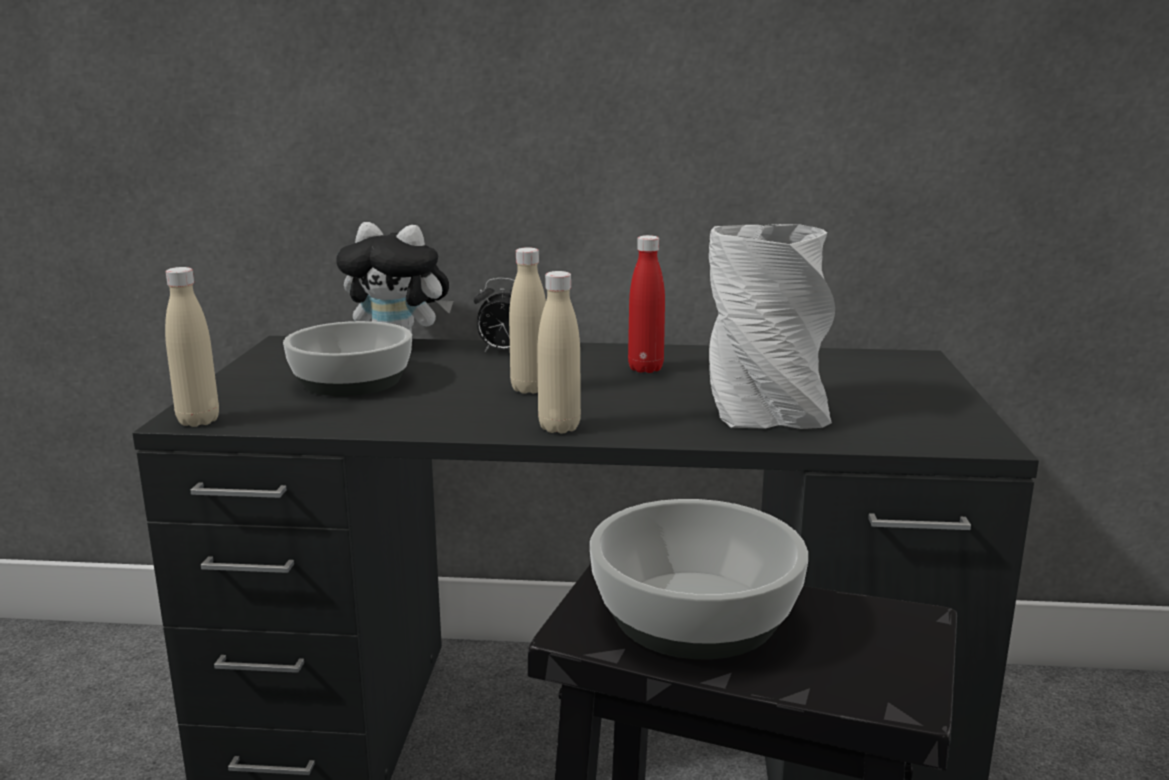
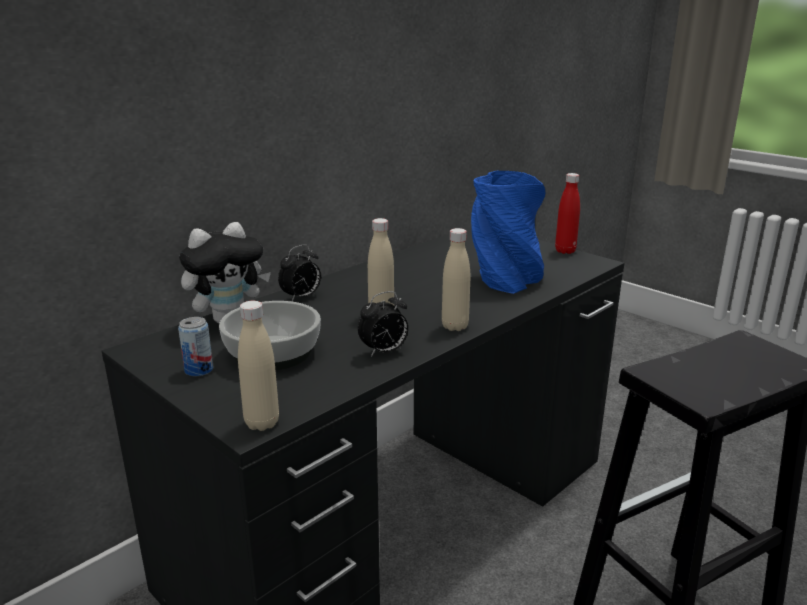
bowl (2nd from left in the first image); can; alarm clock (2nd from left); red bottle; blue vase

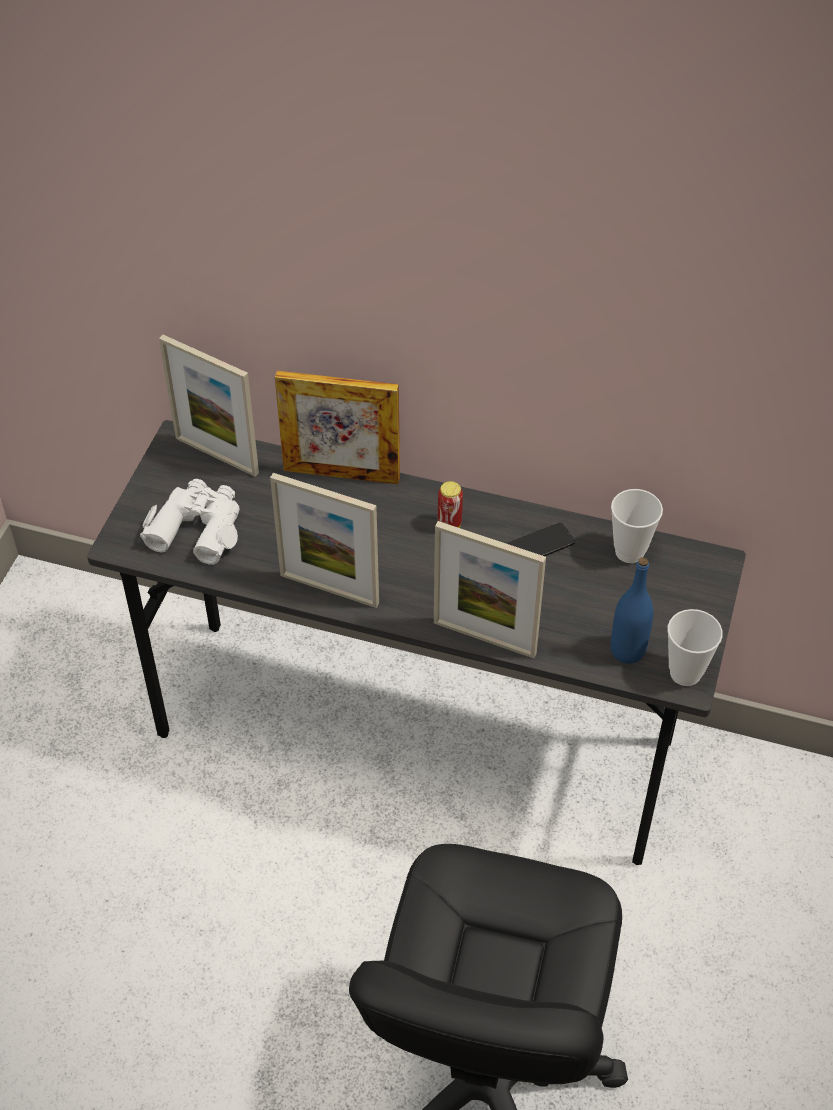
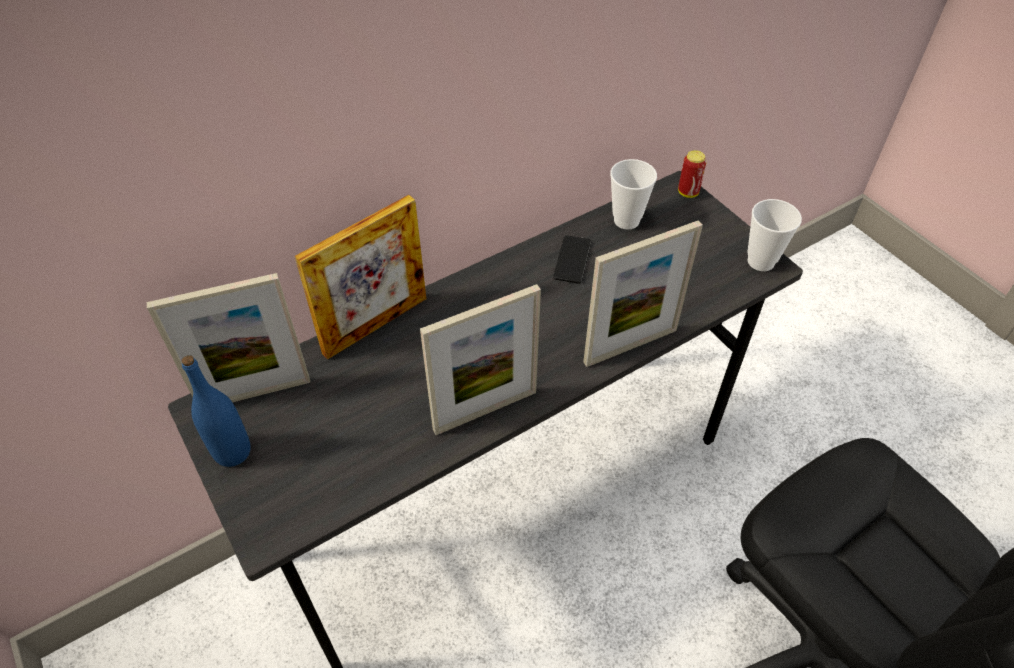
white binoculars; can; blue bottle

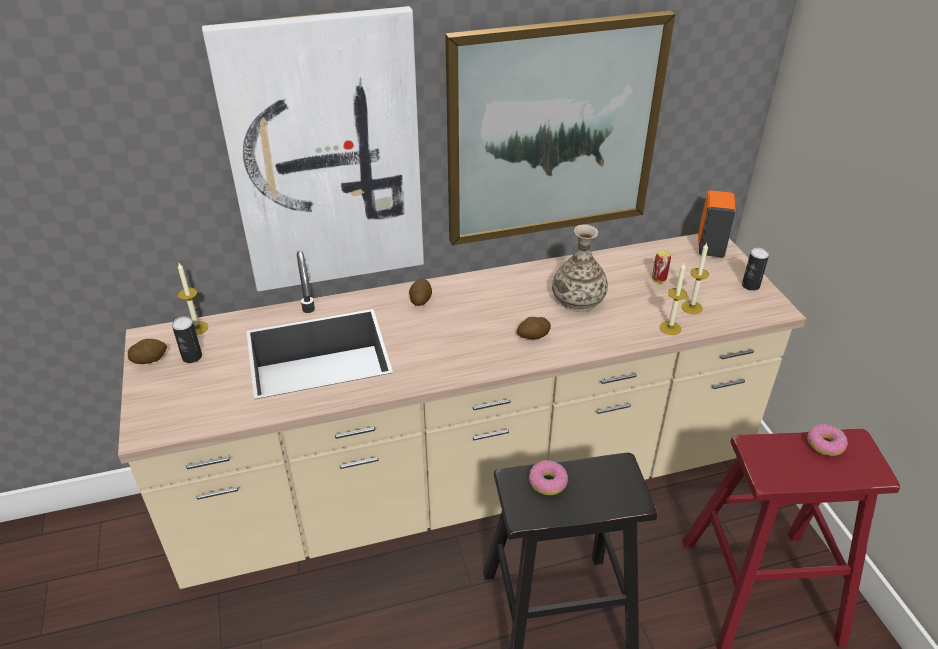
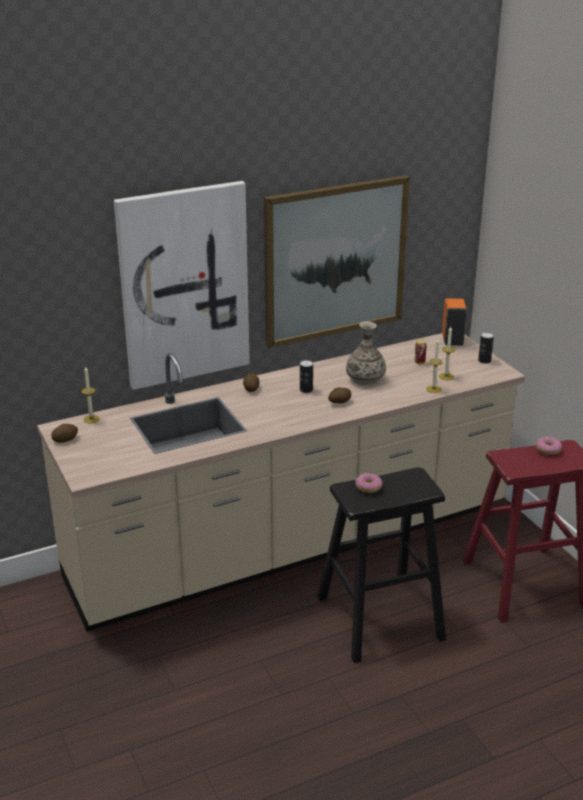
can (1st from left)

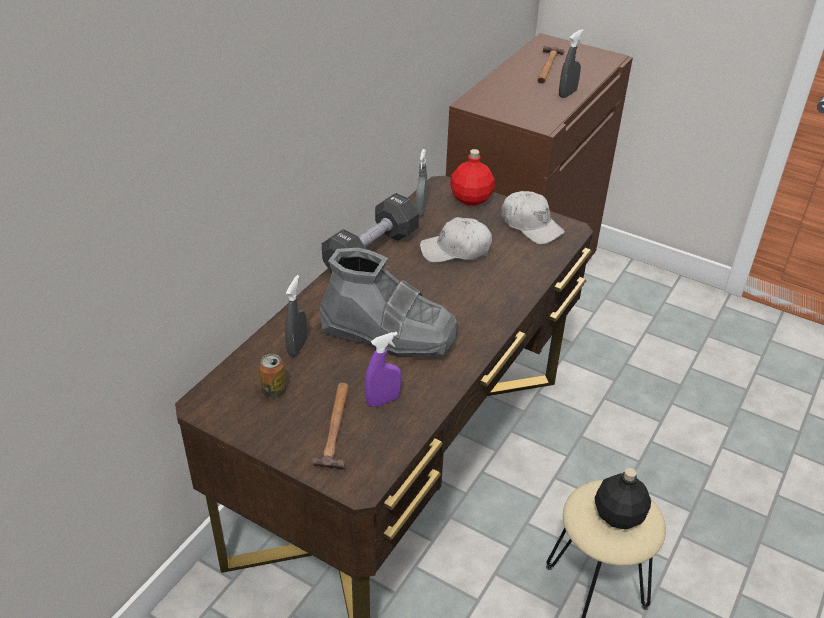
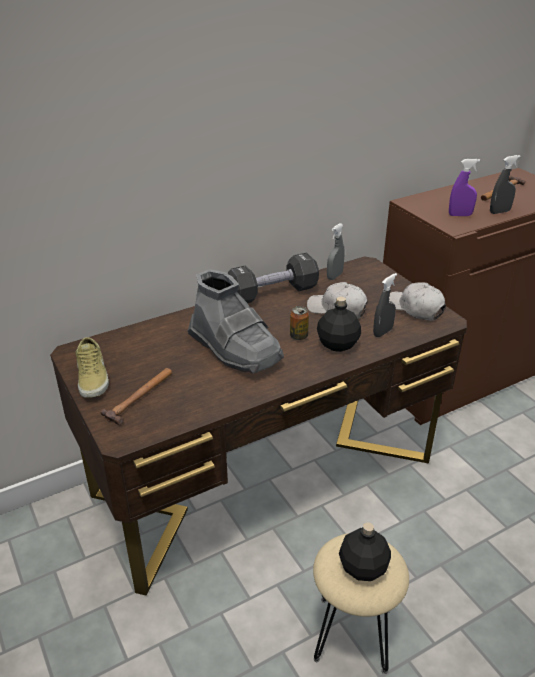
red bottle; beige shoe; black bottle (1st from left); can; grey spray bottle (2nd from left); purple spray bottle; white cap (2nd from left)

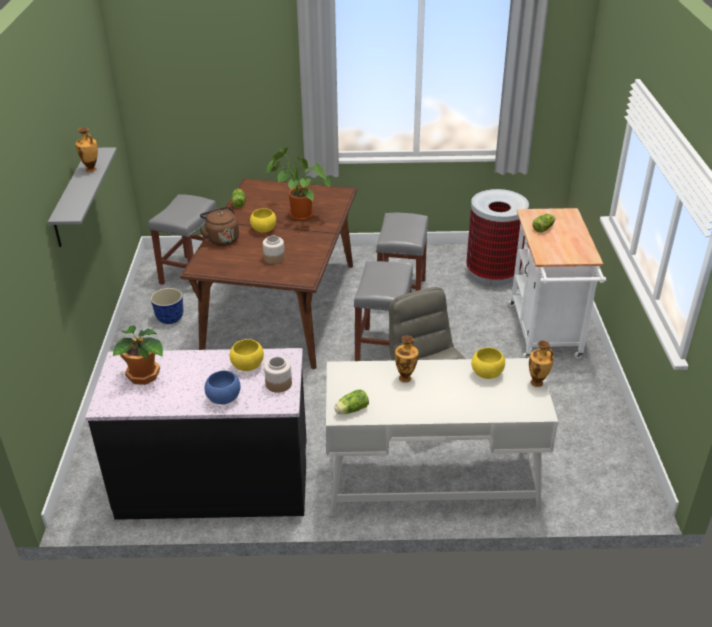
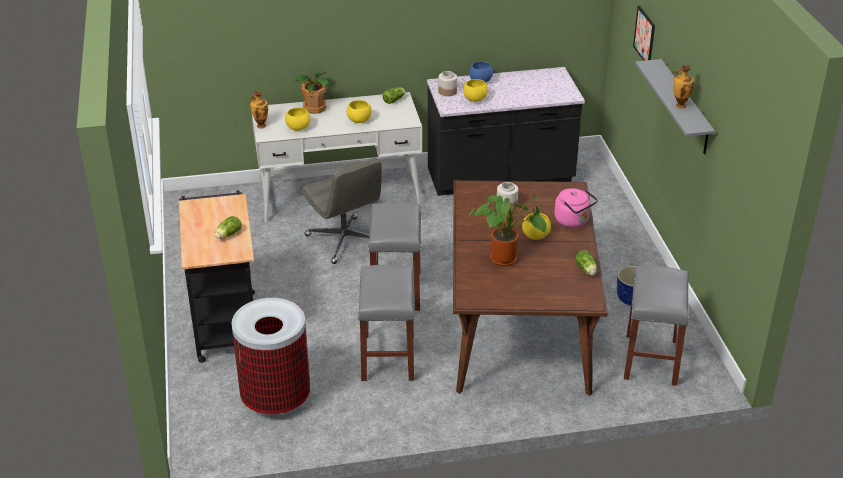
picture; potted plant (1st from left); yellow bowl (2nd from left); pink kettle; black cart

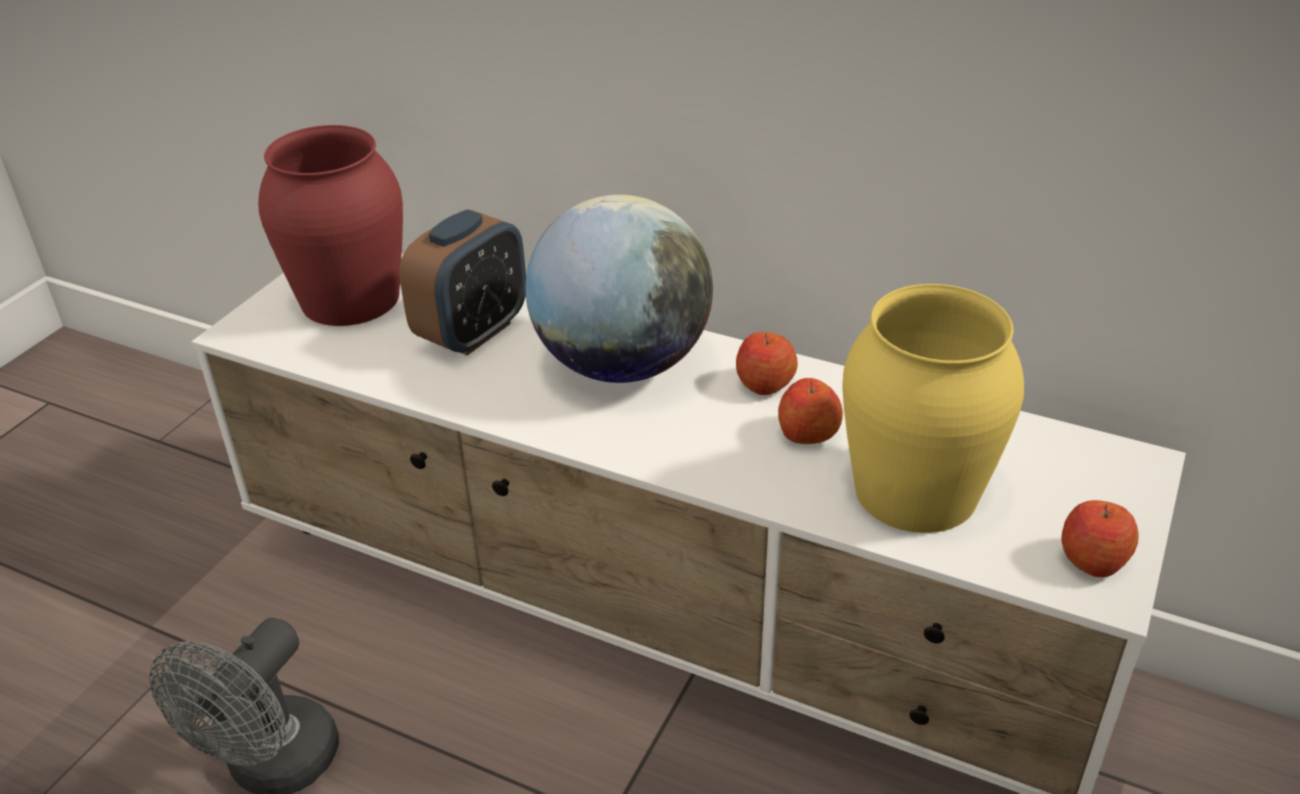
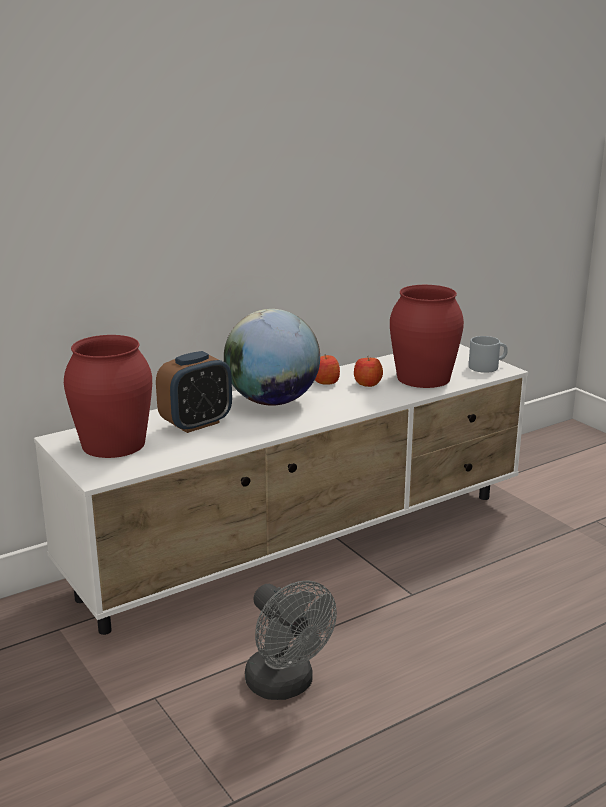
grey mug; red vase (2nd from left); alarm clock

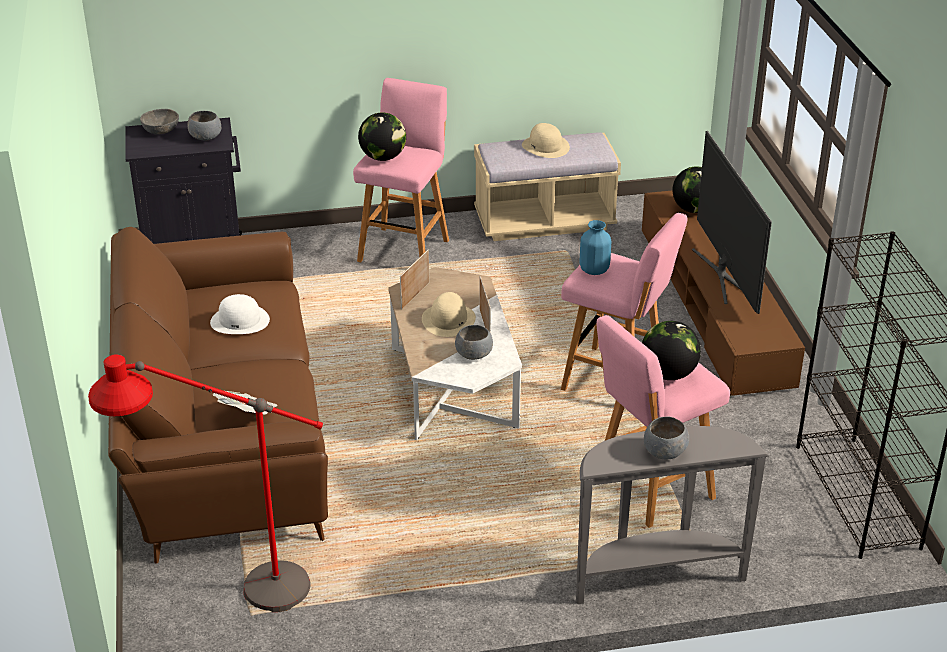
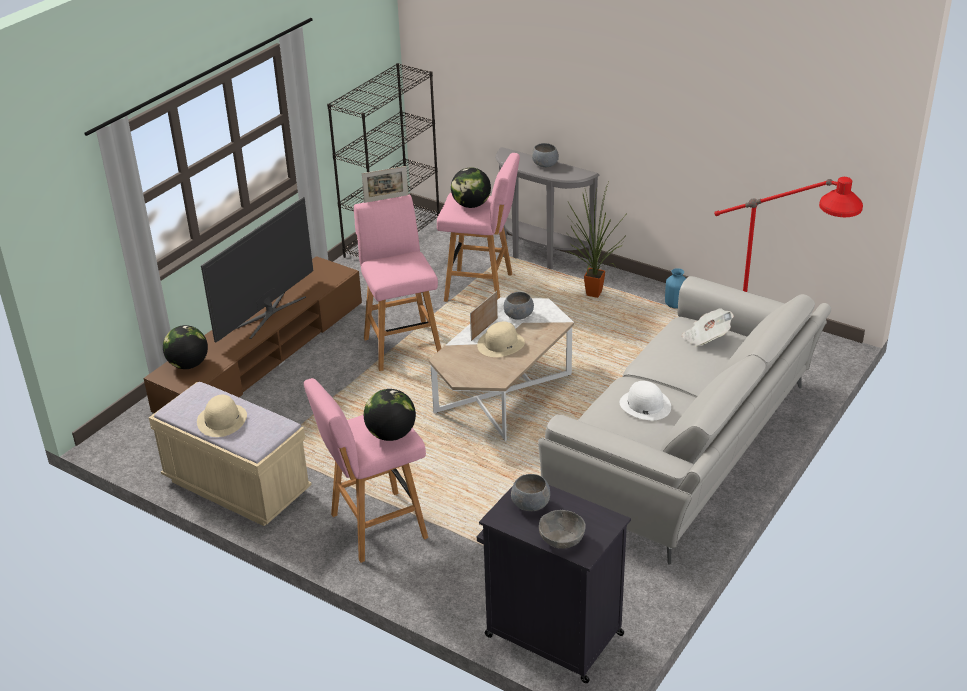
potted plant; picture frame (1st from left); blue vase; grey sofa

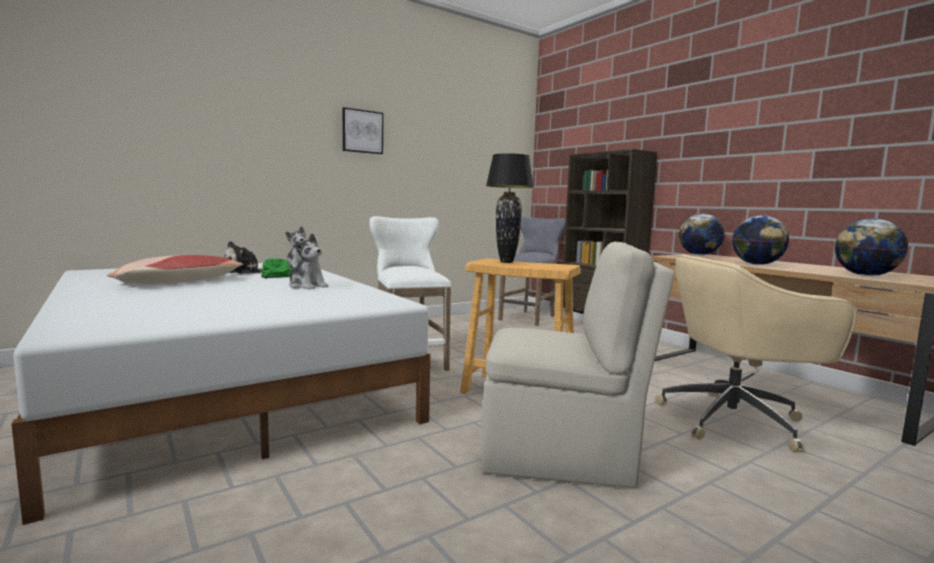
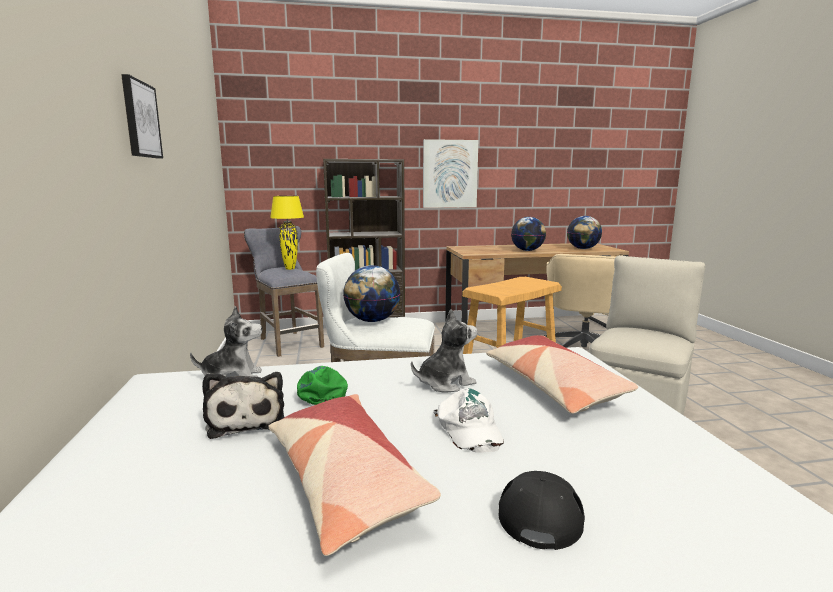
black table lamp; yellow table lamp; picture (2nd from left); white cap; pillow (2nd from left); black cap; globe (1st from left)

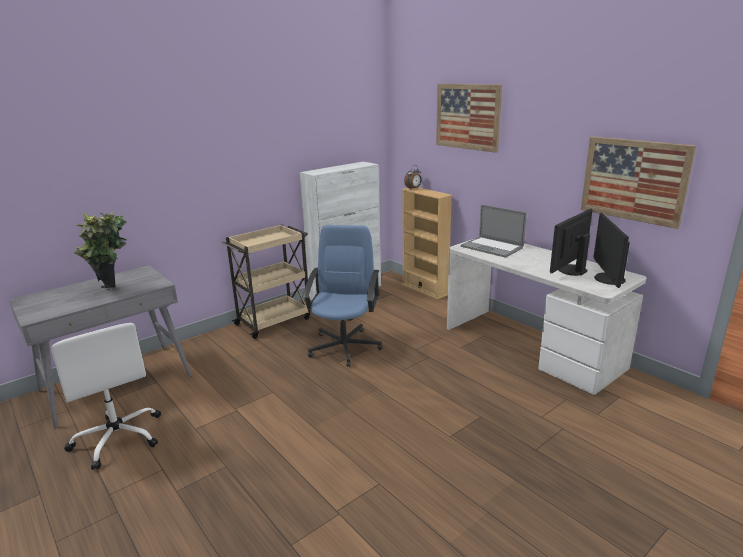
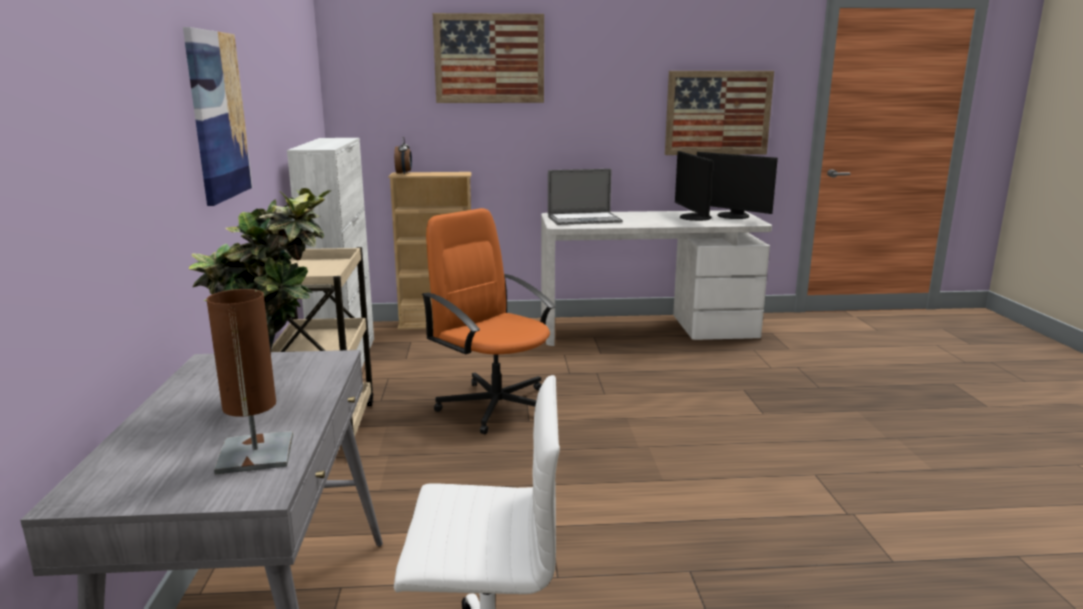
picture (1st from left); brown table lamp; orange office chair

